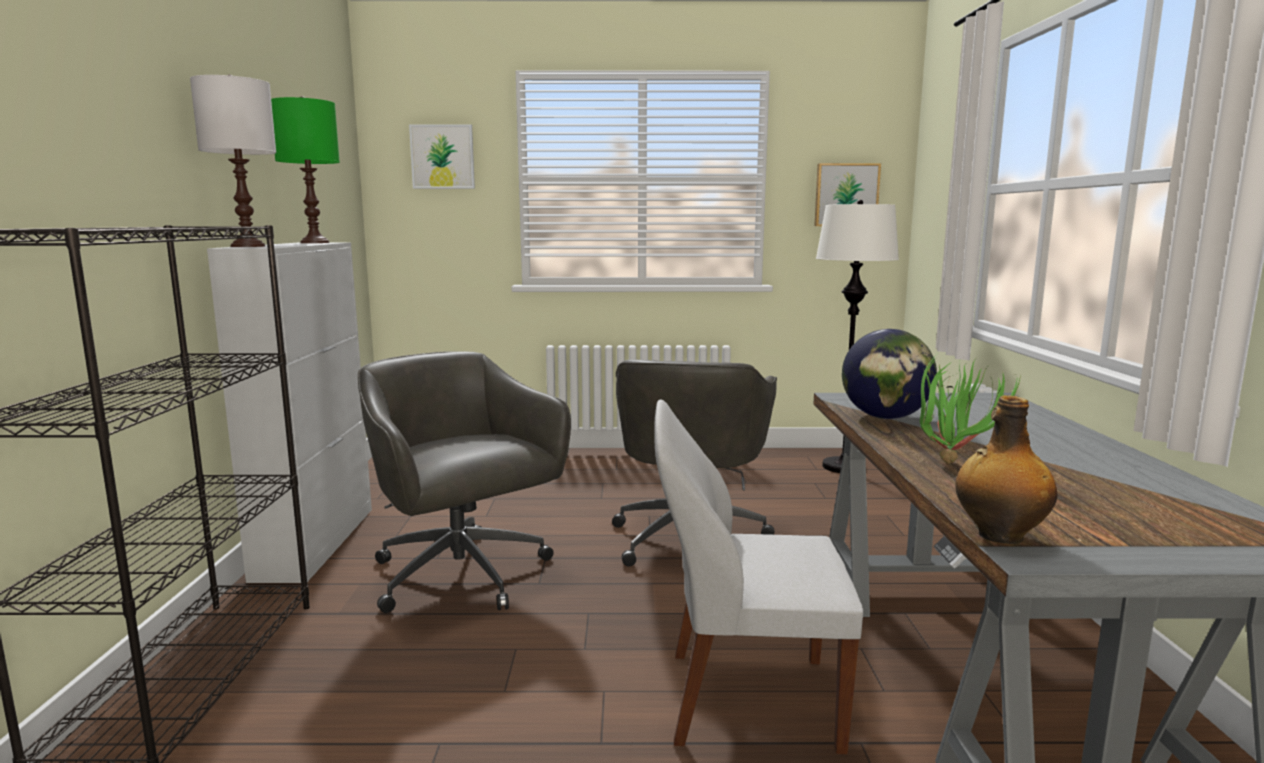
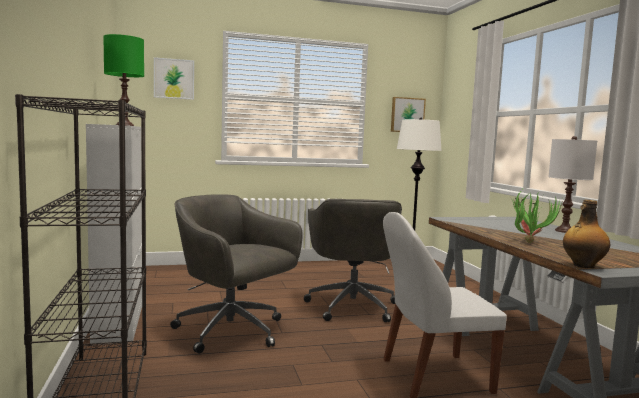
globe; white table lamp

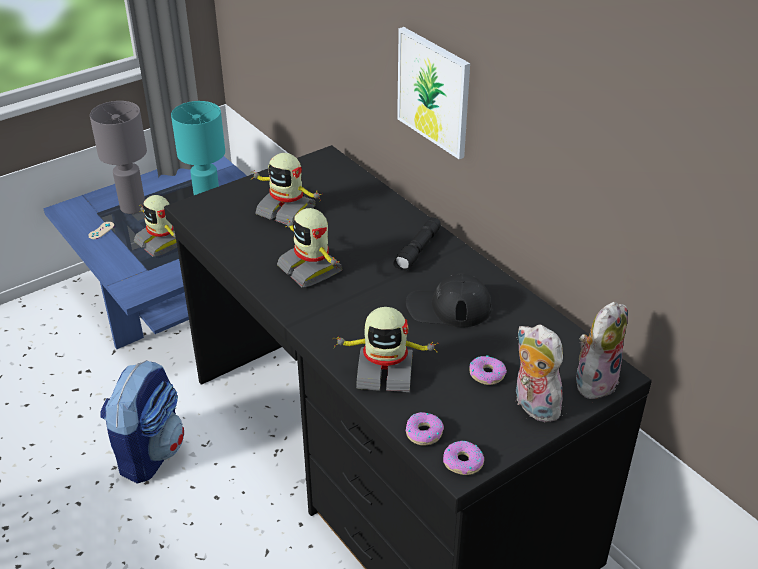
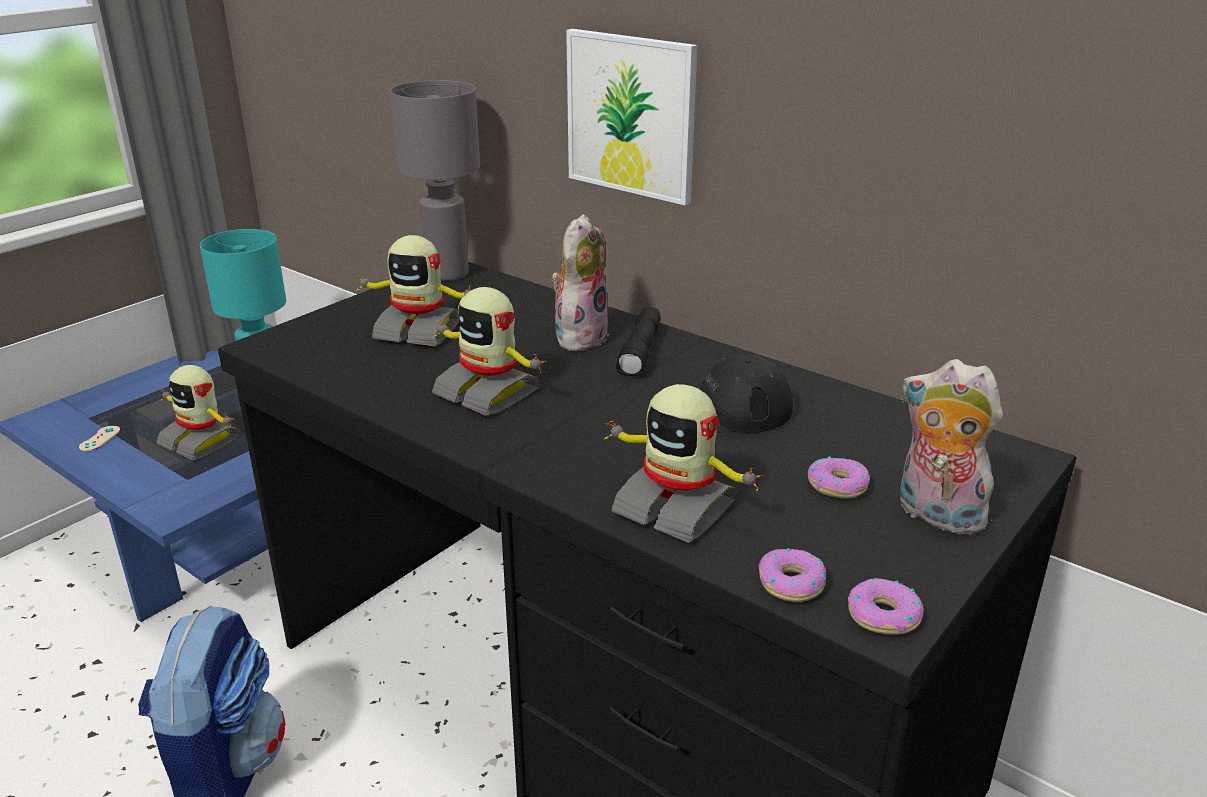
grey table lamp; plush toy (1st from left); toy robot (4th from left)

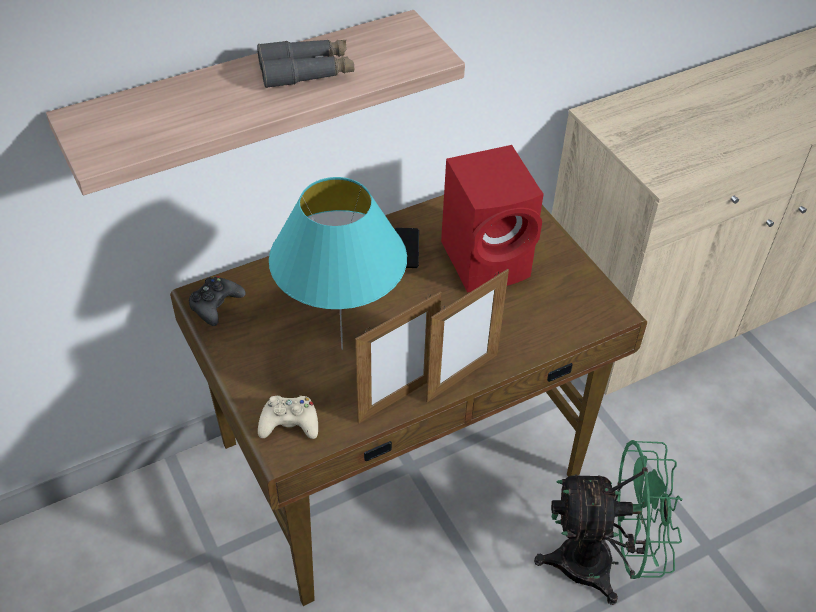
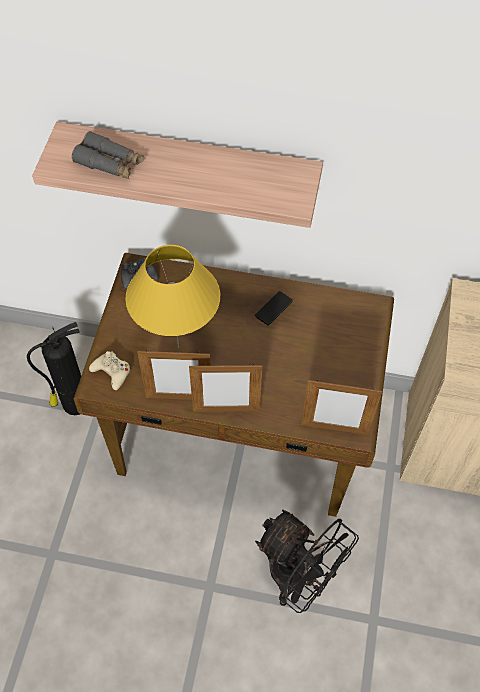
red speaker; fire extinguisher; picture frame (3rd from left); grey binoculars; yellow table lamp; black fan

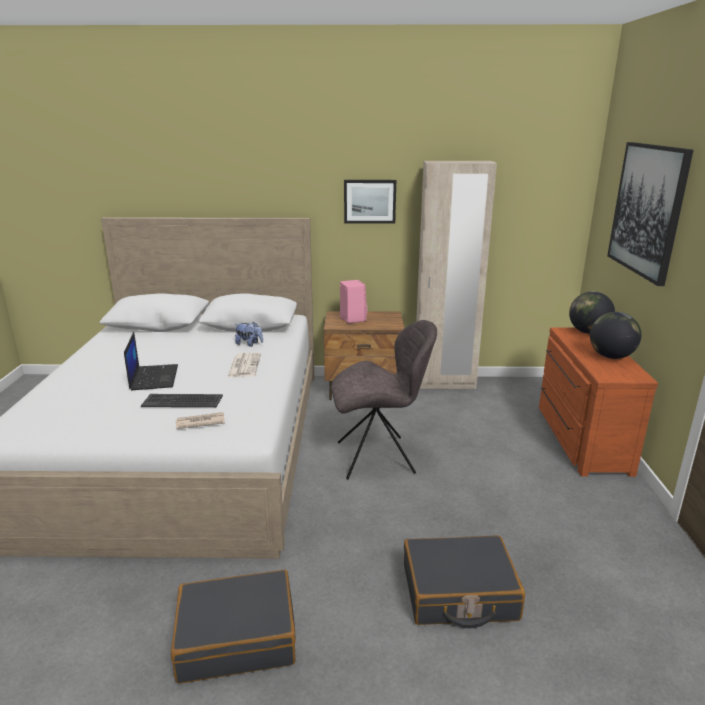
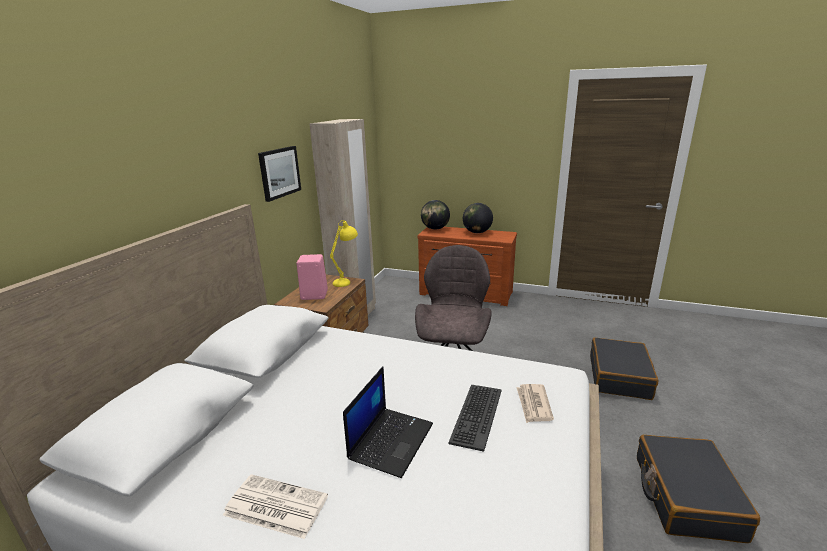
plush toy; picture (2nd from left in the first image); yellow table lamp; newspaper (1st from left); laptop

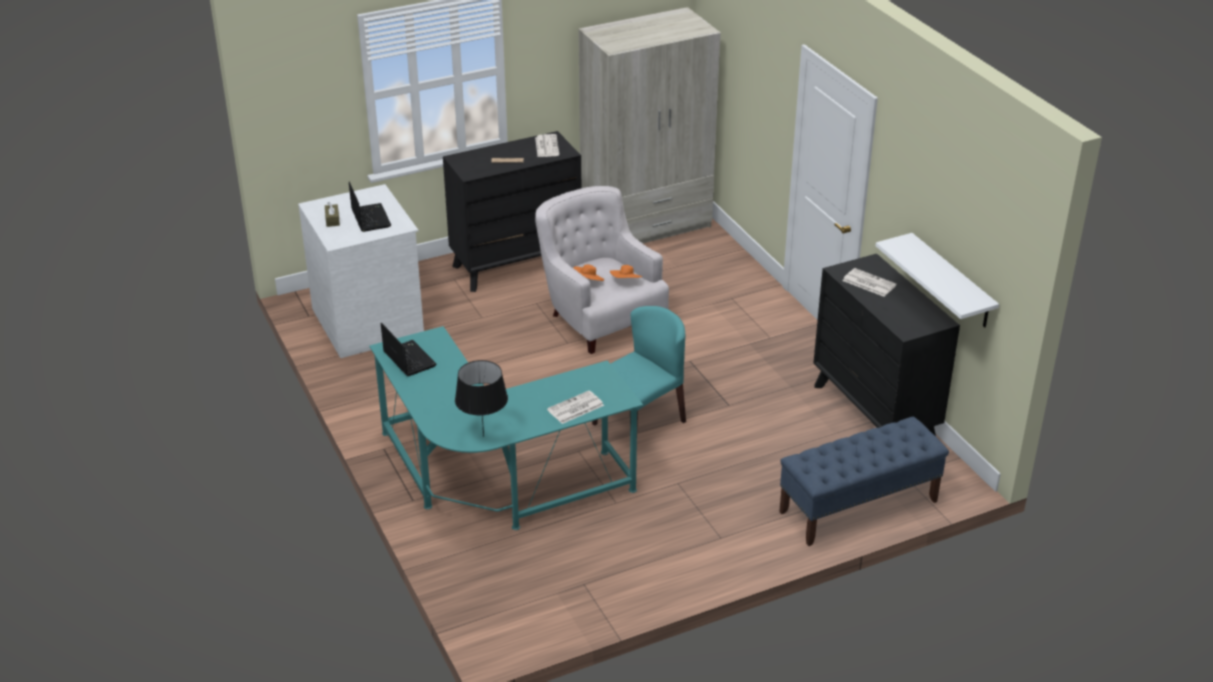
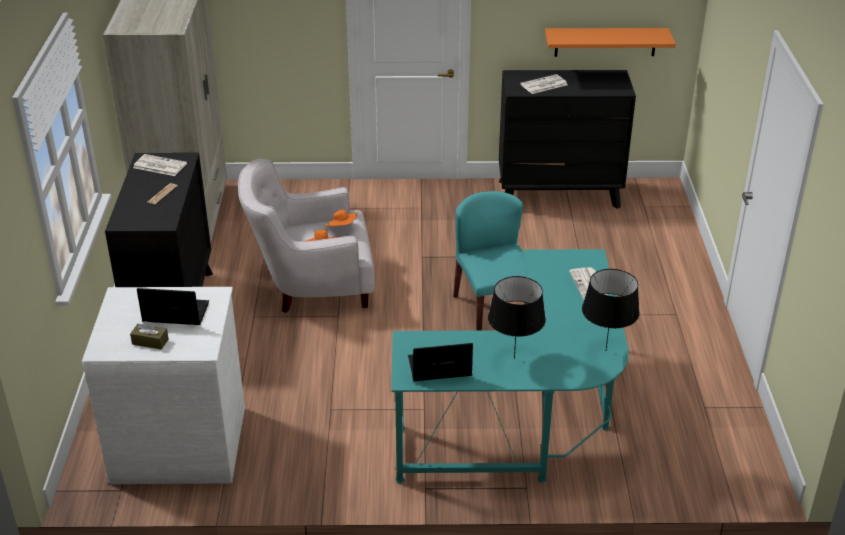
blue bench; black table lamp (1st from left); orange shelf

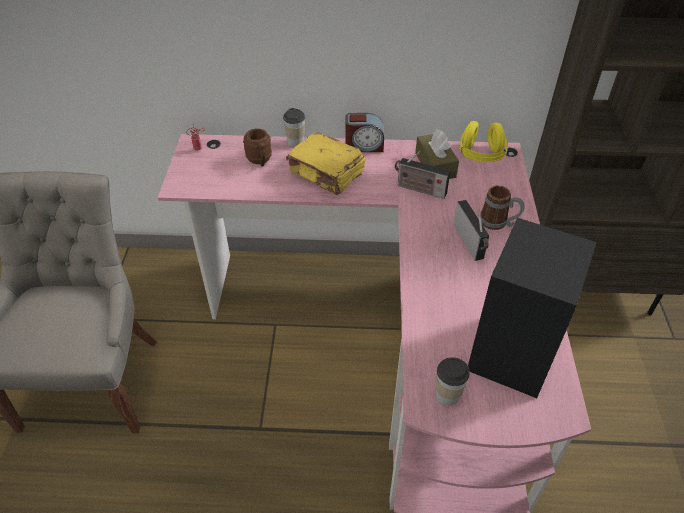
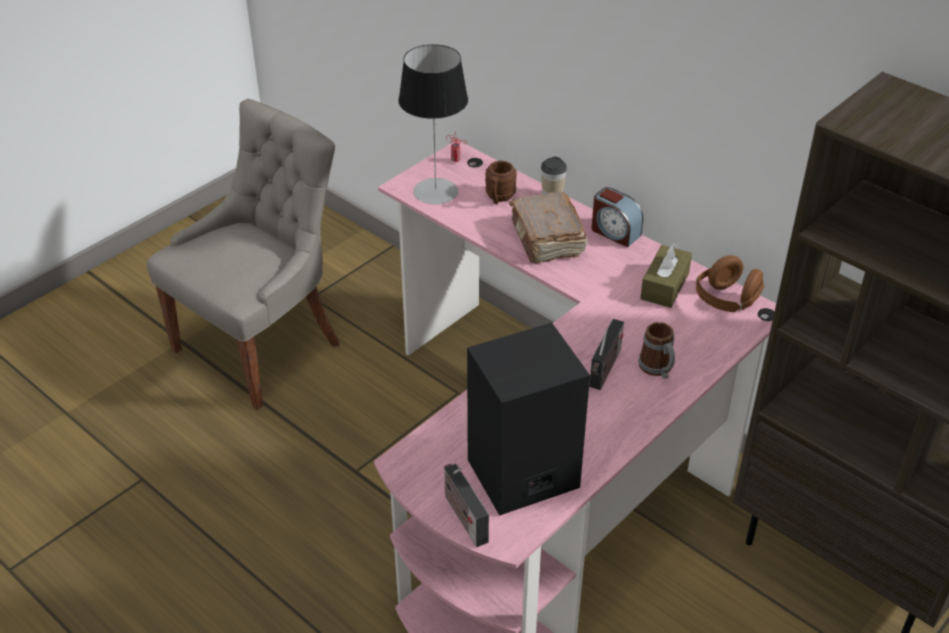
cup (2nd from left in the first image); table lamp; radio (1st from left); brown book; brown headphones

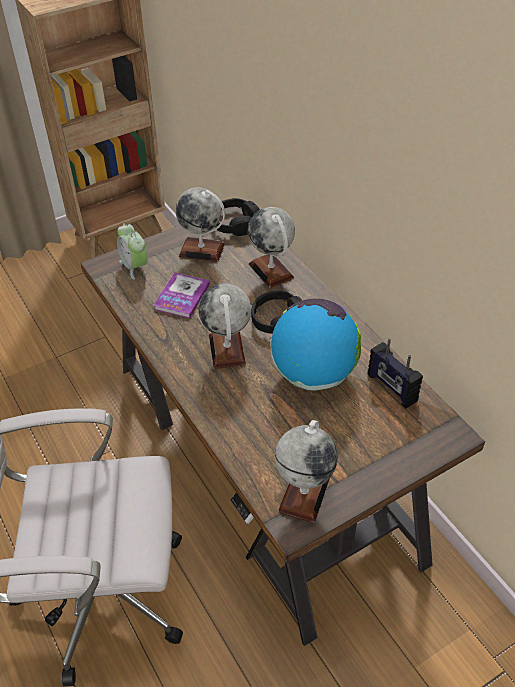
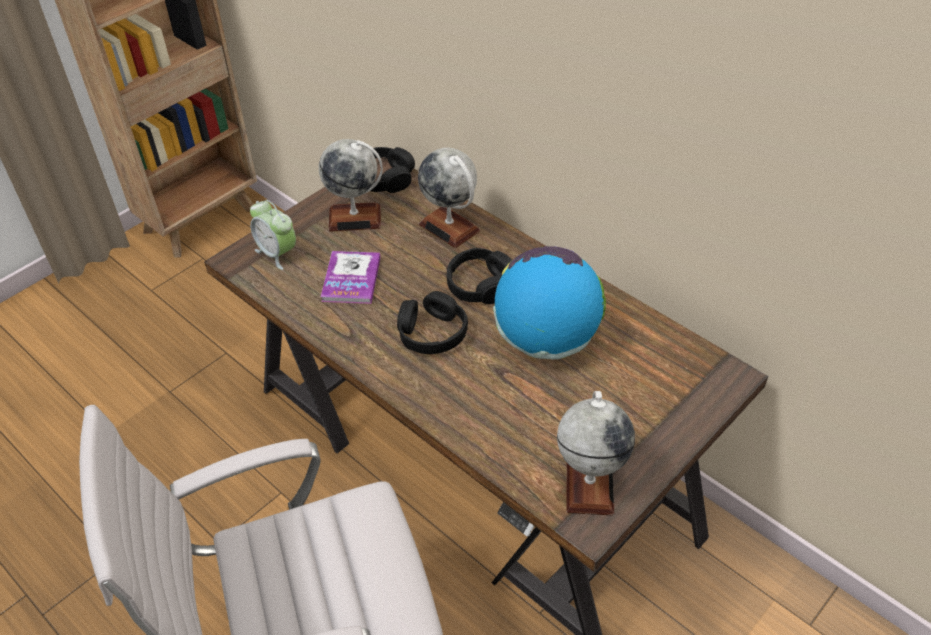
radio; black headphones (2nd from left)

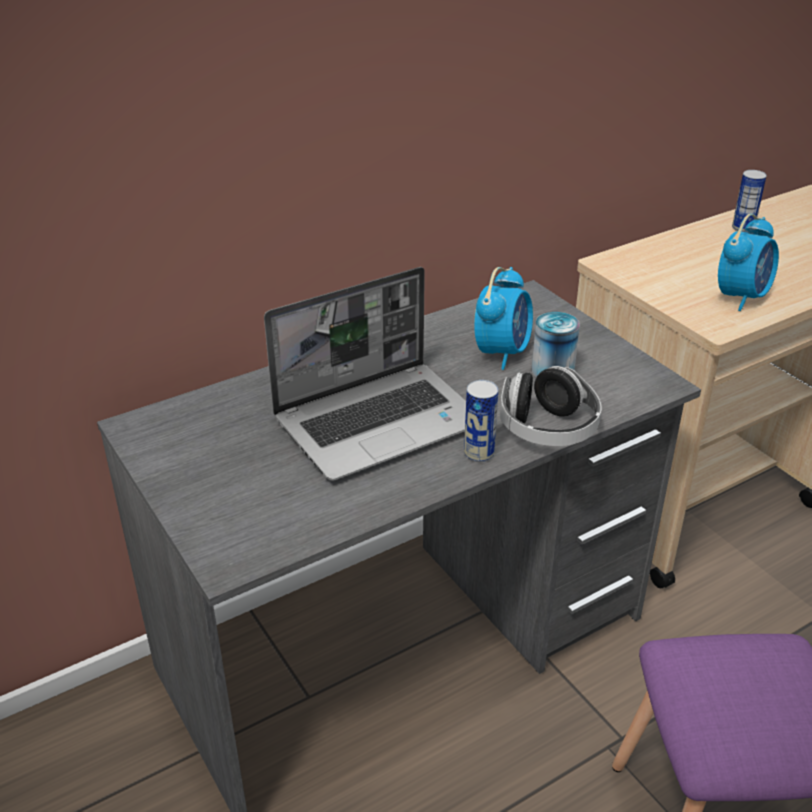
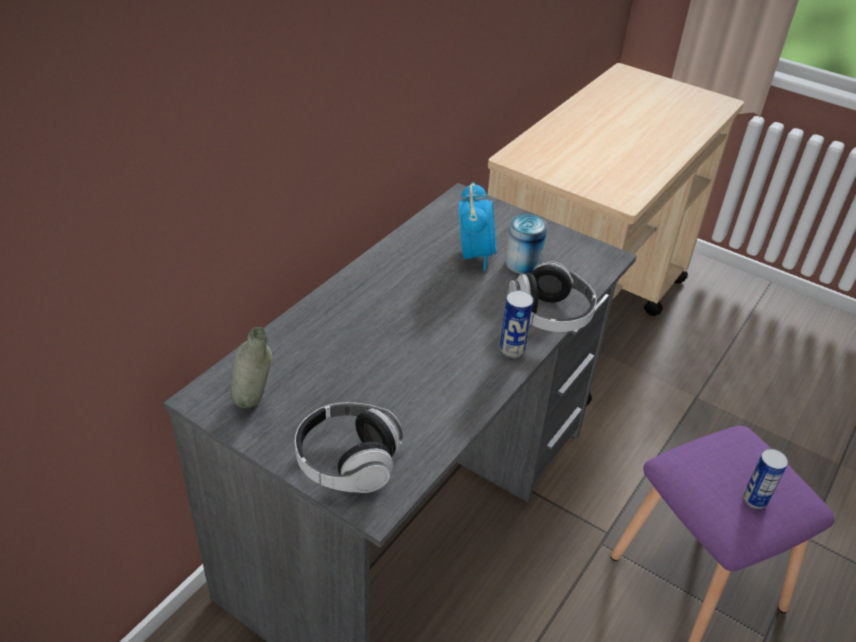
laptop; alarm clock (2nd from left in the first image); grey bottle; headphones (1st from left); can (3rd from left)

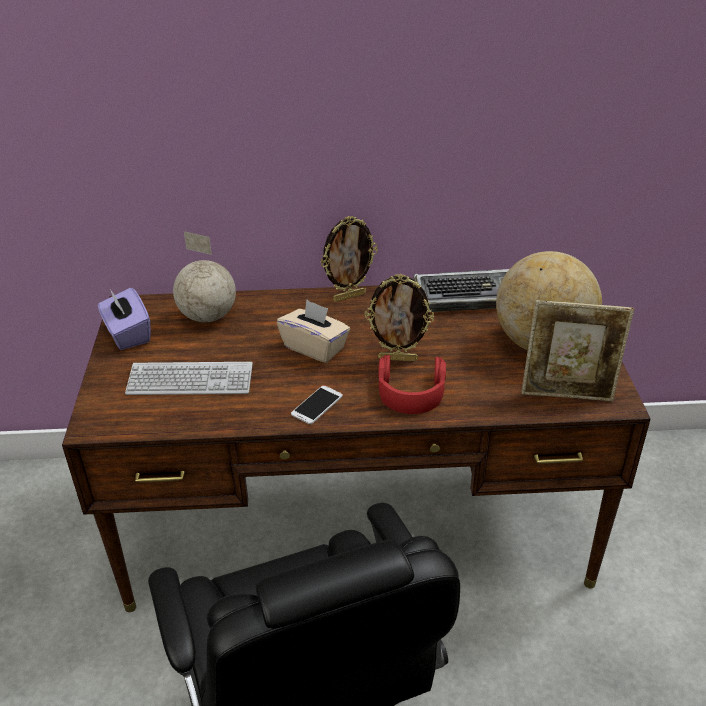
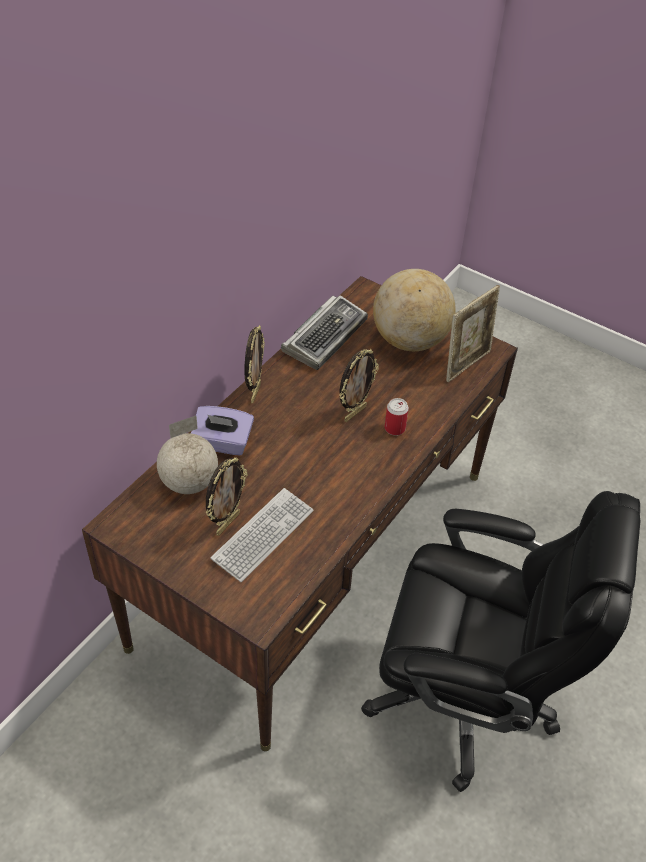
beige tissue box; phone; picture frame (1st from left); purple tissue box; can

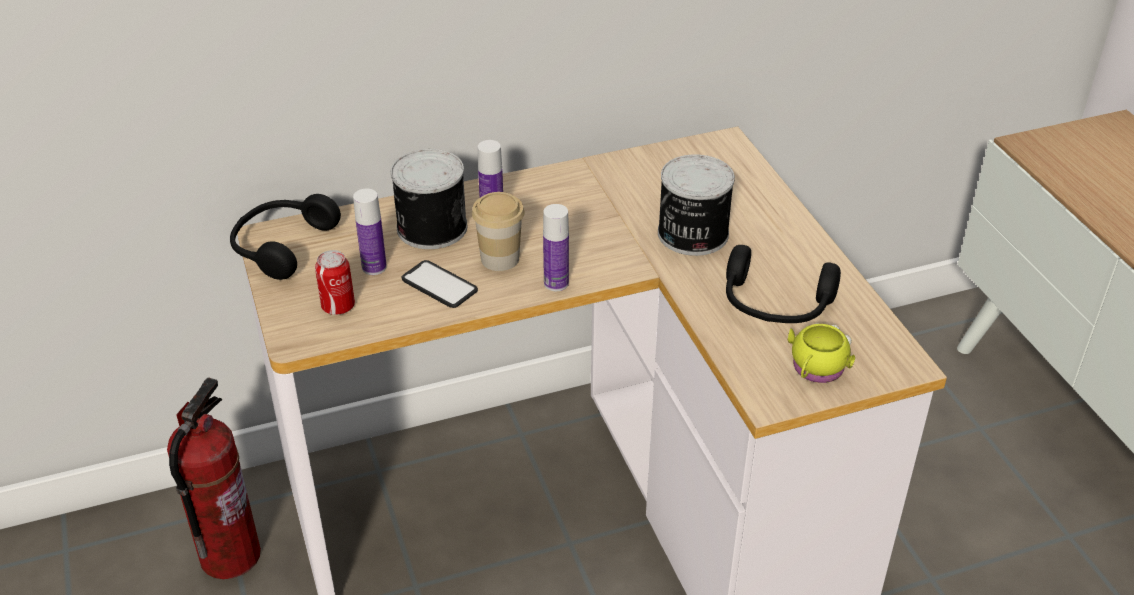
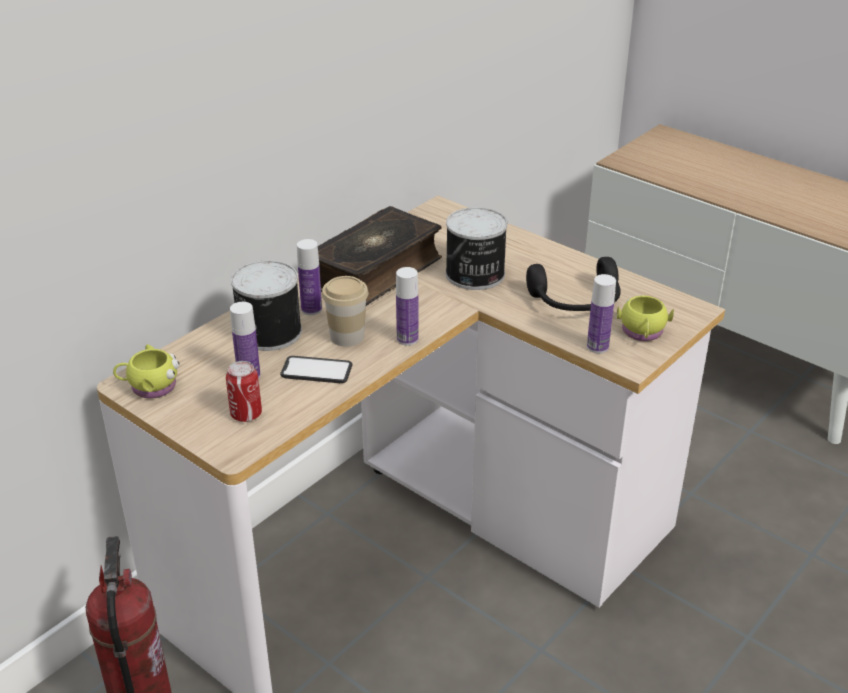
book; bottle (4th from left); yellow mug (1st from left)

